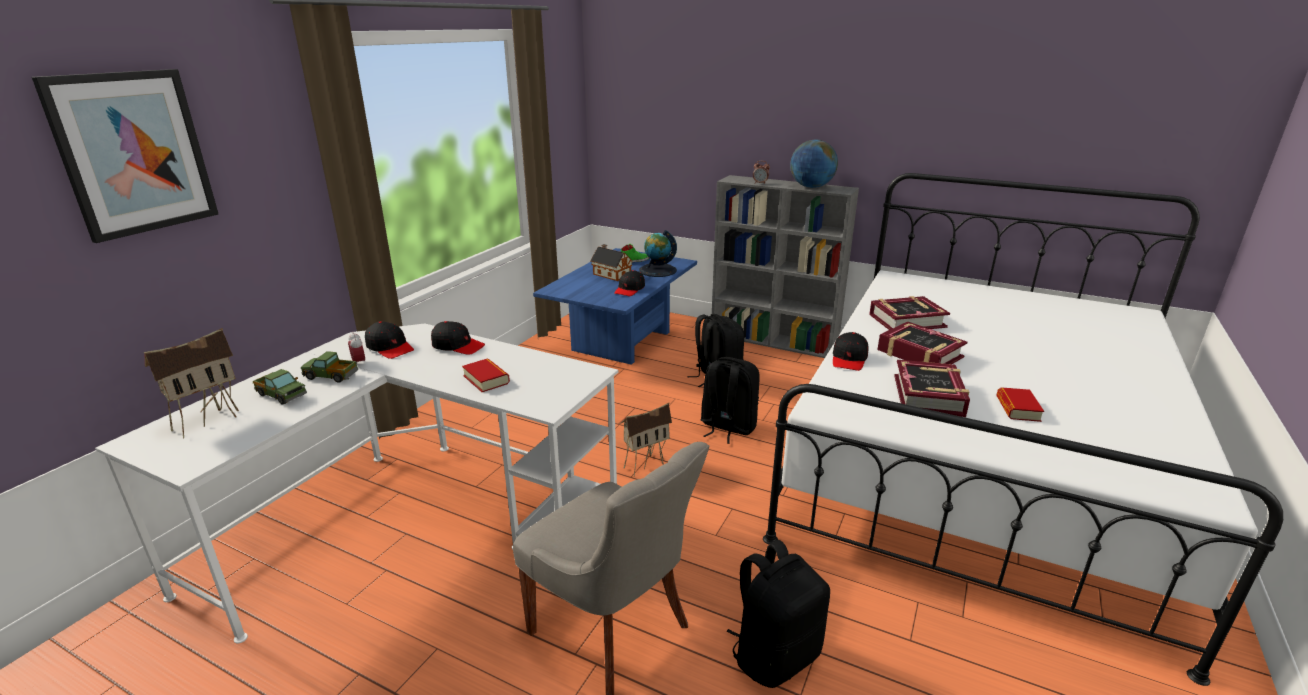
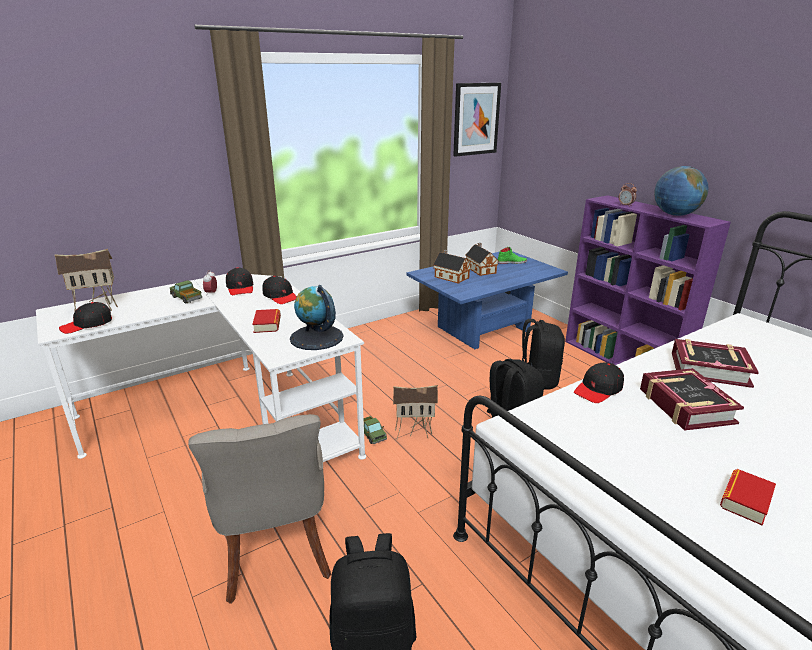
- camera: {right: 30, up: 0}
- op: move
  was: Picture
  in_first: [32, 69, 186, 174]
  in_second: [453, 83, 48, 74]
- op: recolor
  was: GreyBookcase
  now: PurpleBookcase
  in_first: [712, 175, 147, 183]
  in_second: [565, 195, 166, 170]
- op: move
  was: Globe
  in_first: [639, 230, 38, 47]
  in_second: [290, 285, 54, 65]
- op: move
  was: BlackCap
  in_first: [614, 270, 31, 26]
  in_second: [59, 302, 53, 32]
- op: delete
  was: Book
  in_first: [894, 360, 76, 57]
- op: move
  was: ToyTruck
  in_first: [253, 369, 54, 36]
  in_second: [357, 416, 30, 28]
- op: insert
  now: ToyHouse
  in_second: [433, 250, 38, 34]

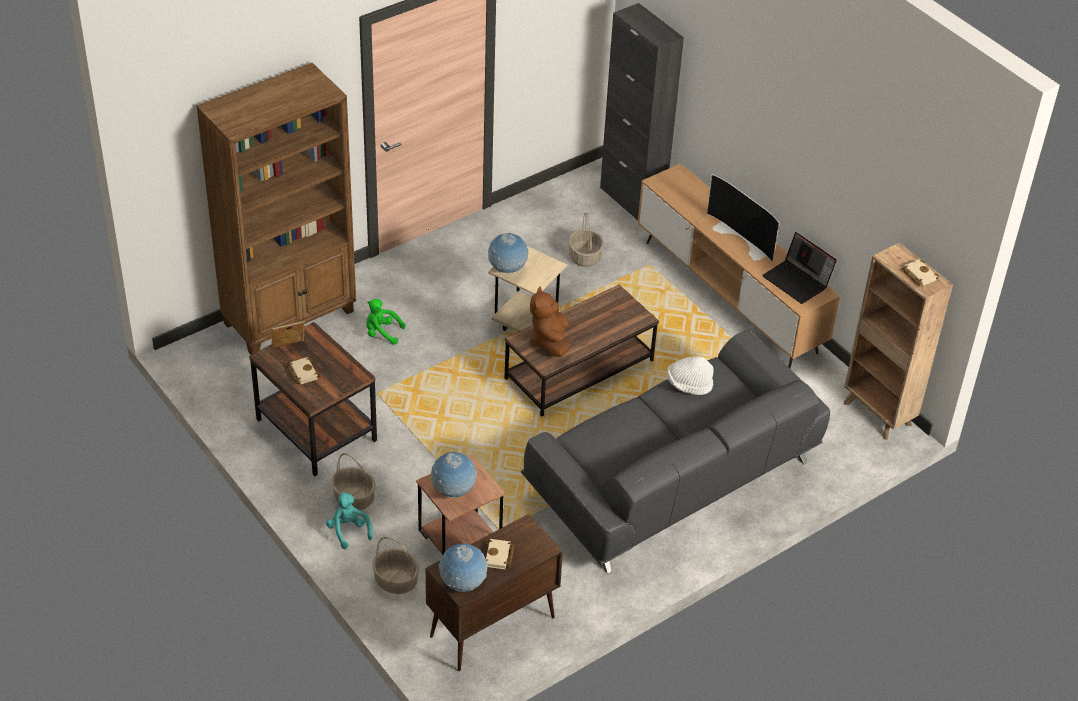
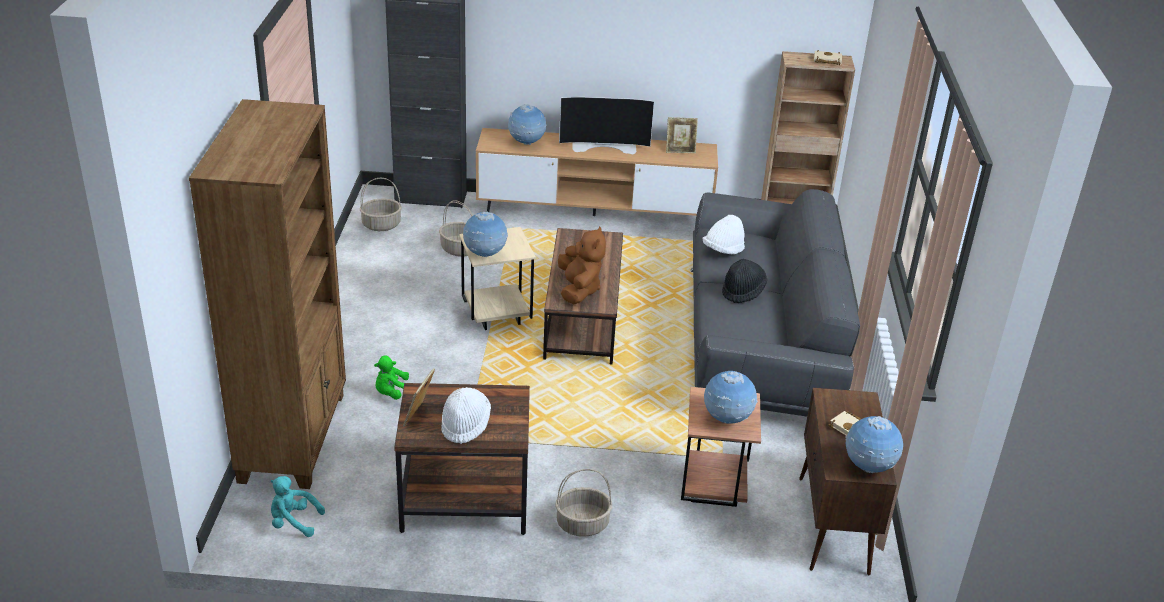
- camera: {right: -50, up: -10}
- op: replace
  was: Laptop
  now: PictureFrame
  in_first: [762, 232, 75, 72]
  in_second: [666, 117, 32, 36]
- op: rotate
  was: BrownPlushToy
  in_first: [530, 287, 40, 70]
  in_second: [558, 226, 48, 78]
  clockwise: -135
- op: replace
  was: BeigeBook
  now: WhiteHat
  in_first: [287, 357, 34, 28]
  in_second: [441, 387, 50, 57]
- op: move
  was: TurquoisePlushToy
  in_first: [326, 492, 47, 57]
  in_second: [271, 476, 54, 61]
- op: move
  was: Basket
  in_first: [372, 537, 47, 57]
  in_second: [360, 178, 42, 53]
- op: insert
  now: Globe
  in_second: [508, 104, 39, 41]
- op: insert
  now: BlackHat
  in_second: [722, 259, 45, 44]

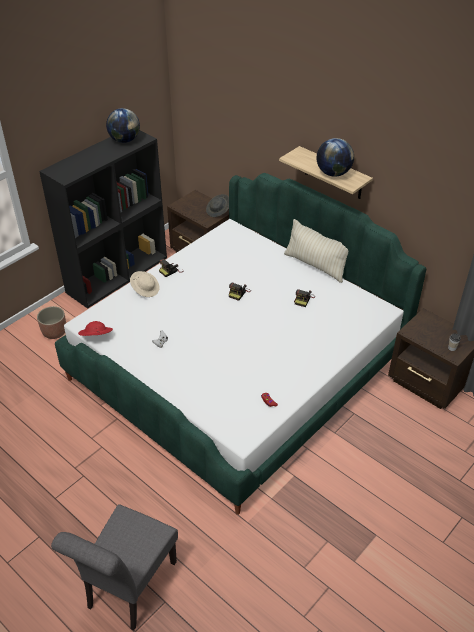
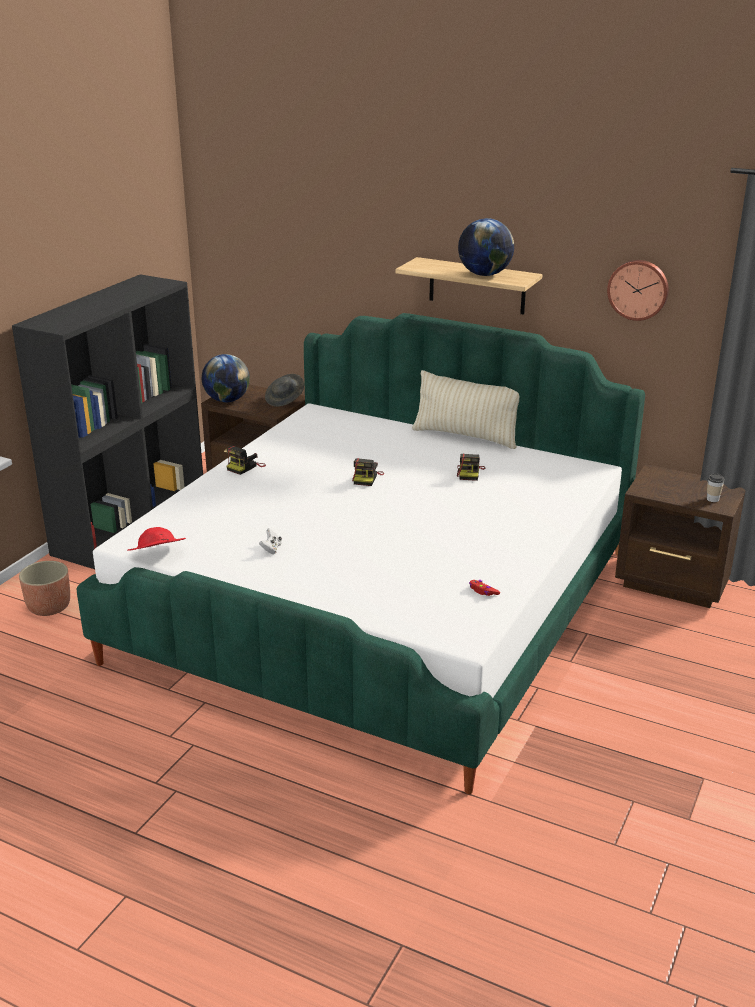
- camera: {right: -15, up: -15}
- op: move
  was: Globe
  in_first: [106, 108, 34, 35]
  in_second: [202, 354, 48, 48]
- op: delete
  was: BeigeHat
  in_first: [130, 271, 30, 26]
- op: delete
  was: GreyChair
  in_first: [51, 504, 127, 127]
- op: insert
  now: WallClock
  in_second: [607, 260, 62, 61]

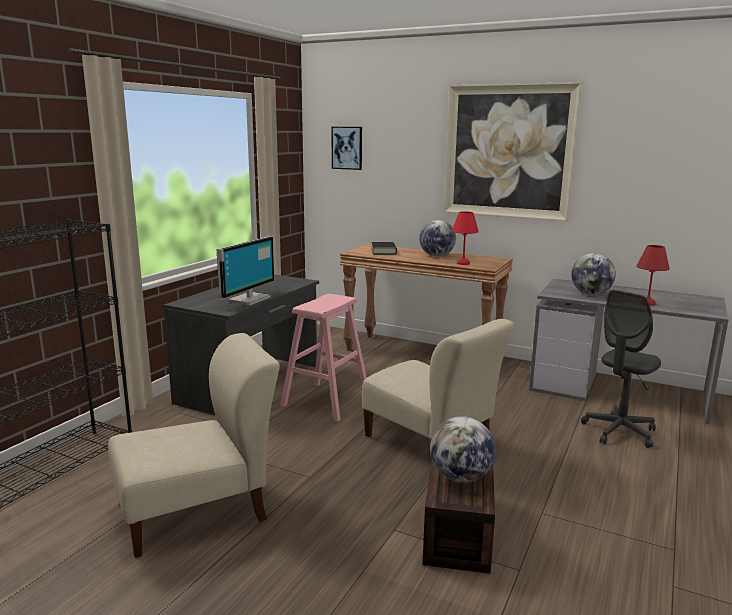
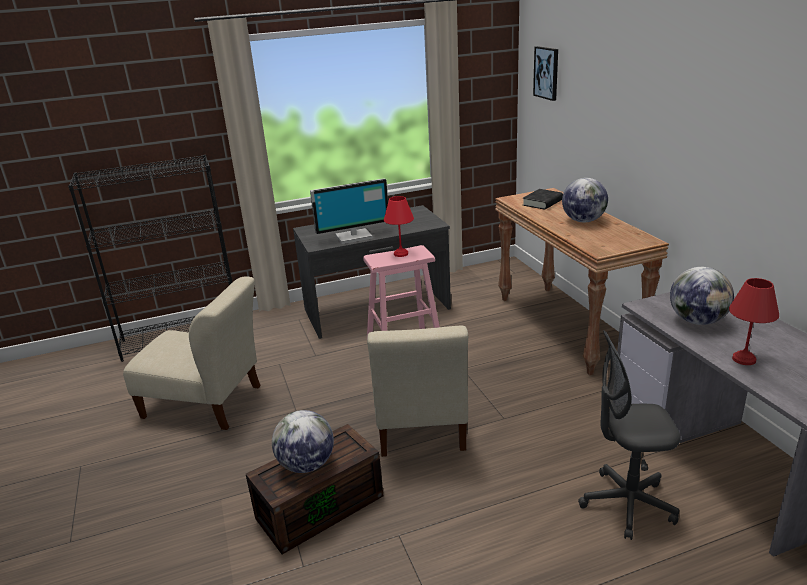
- camera: {right: 45, up: 10}
- op: delete
  was: Picture
  in_first: [444, 82, 138, 139]
- op: move
  was: RedTableLamp
  in_first: [452, 211, 27, 54]
  in_second: [384, 196, 30, 61]

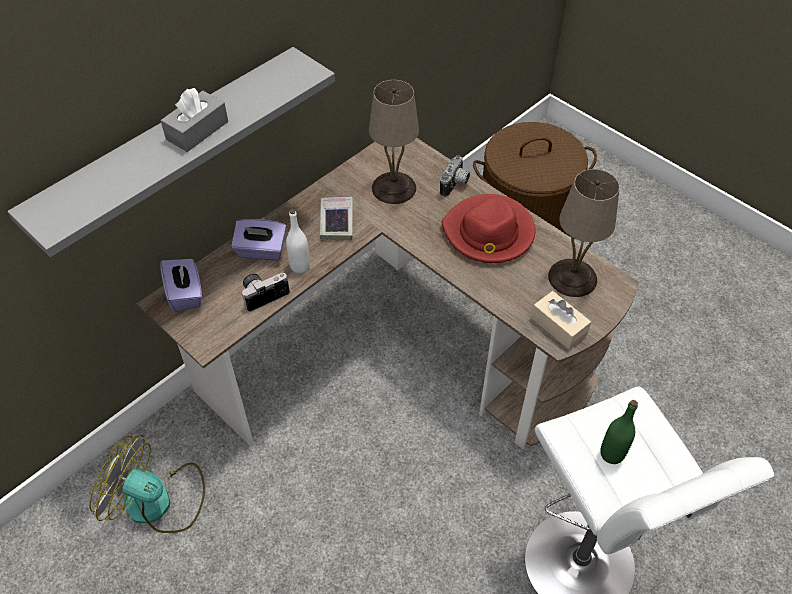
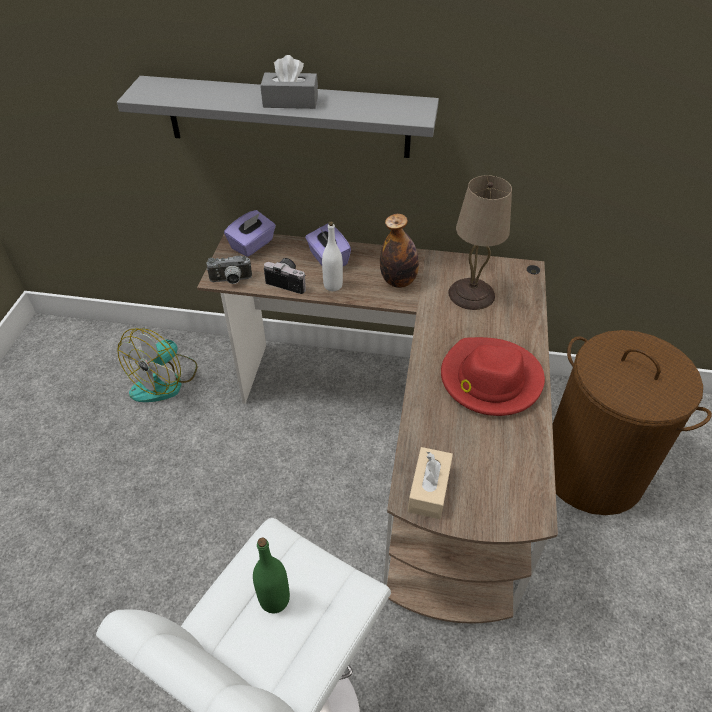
- camera: {right: 55, up: -5}
- op: move
  was: PhotoCamera
  in_first: [440, 155, 30, 42]
  in_second: [207, 256, 45, 28]
- op: delete
  was: BeigeTableLamp
  in_first: [548, 169, 72, 128]
- op: replace
  was: Book
  now: Bottle
  in_first: [320, 197, 33, 43]
  in_second: [380, 214, 39, 74]
- op: rotate
  was: Fan
  in_first: [89, 435, 116, 98]
  in_second: [117, 328, 80, 74]
  clockwise: -135

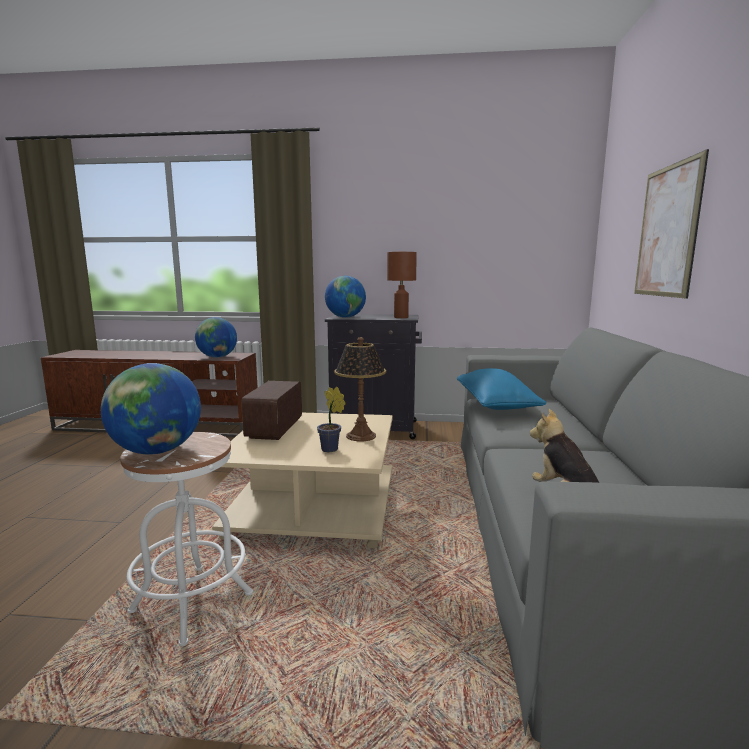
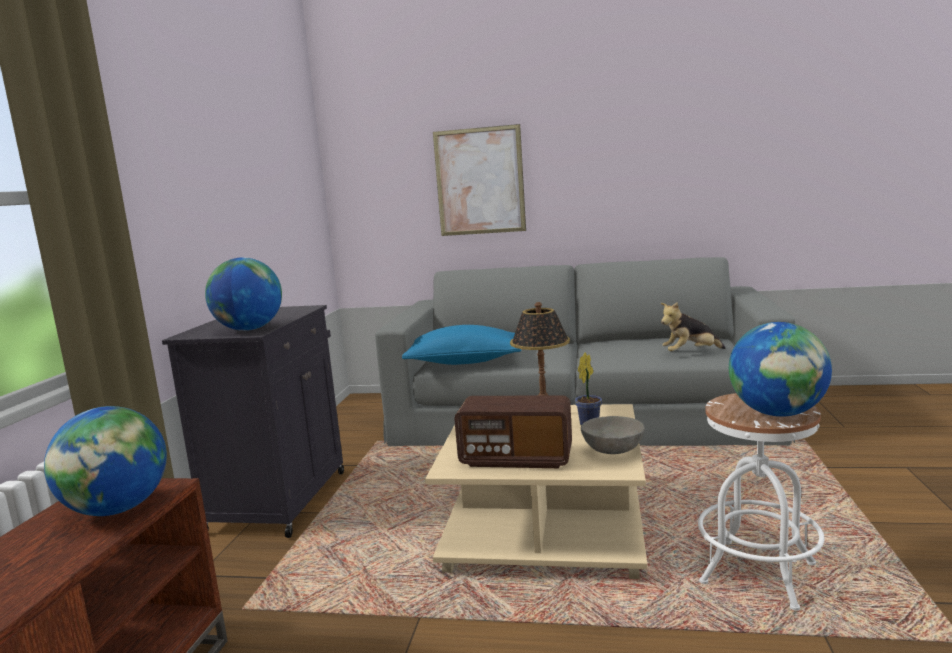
- camera: {right: -85, up: 0}
- op: delete
  was: BrownTableLamp
  in_first: [387, 252, 30, 66]
- op: insert
  now: GreyBowl
  in_second: [581, 416, 64, 38]

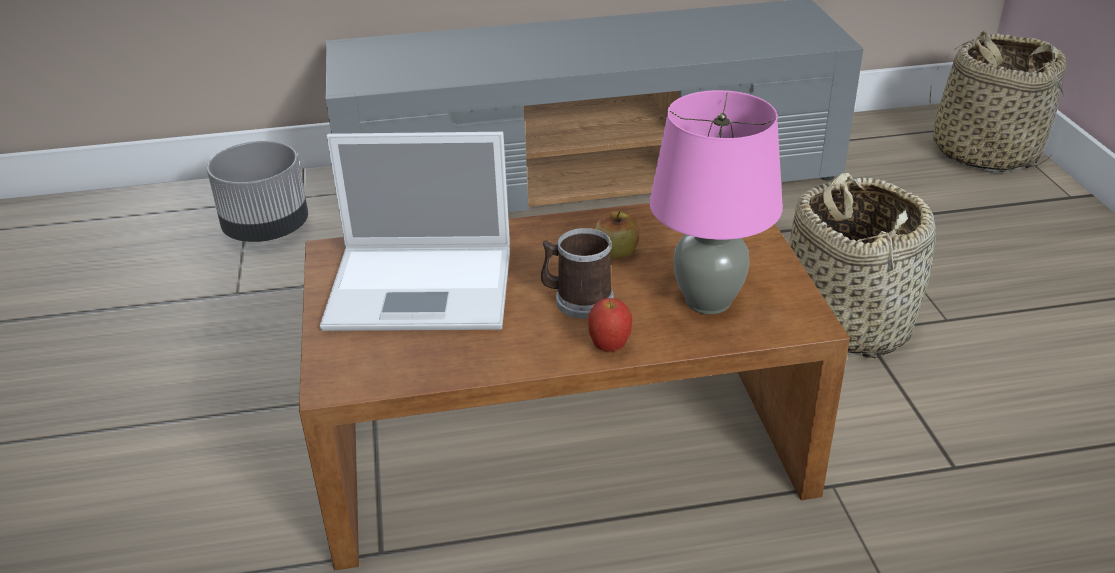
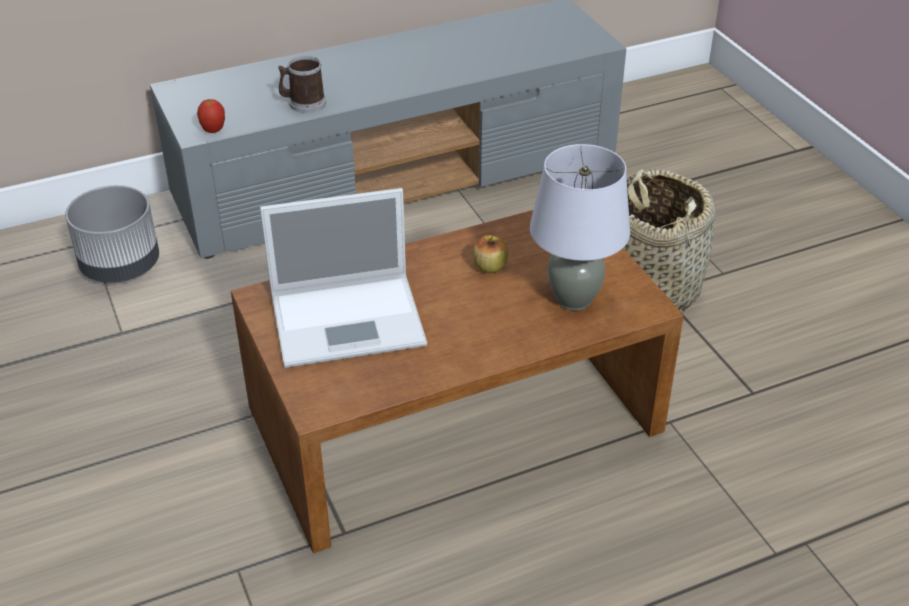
- camera: {right: -15, up: 5}
- op: delete
  was: Basket
  in_first: [930, 31, 136, 141]
- op: recolor
  was: PinkTableLamp
  now: GreyTableLamp
  in_first: [649, 90, 134, 225]
  in_second: [530, 144, 100, 167]
- op: move
  was: Mug
  in_first: [541, 228, 73, 91]
  in_second: [278, 56, 48, 57]
- op: move
  was: Apple
  in_first: [588, 298, 44, 54]
  in_second: [197, 99, 28, 34]

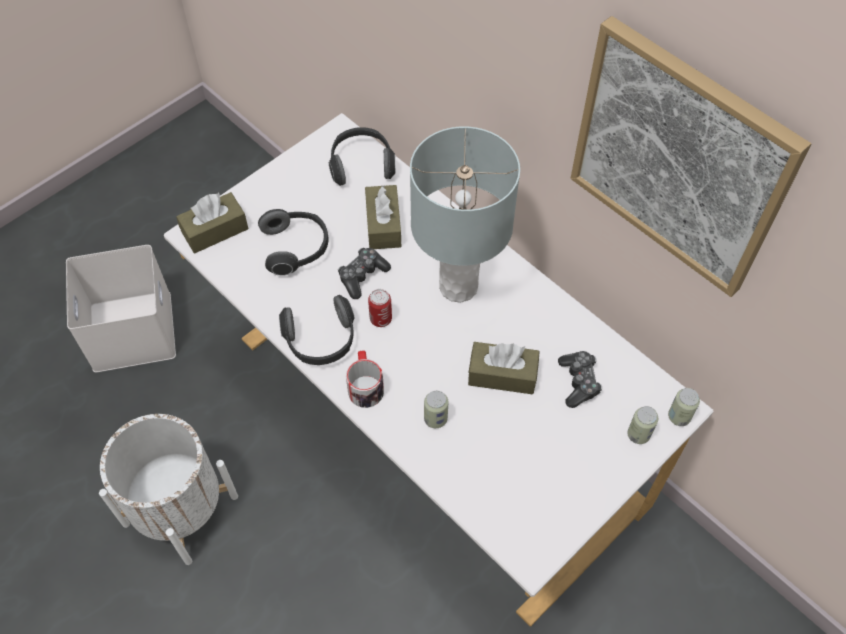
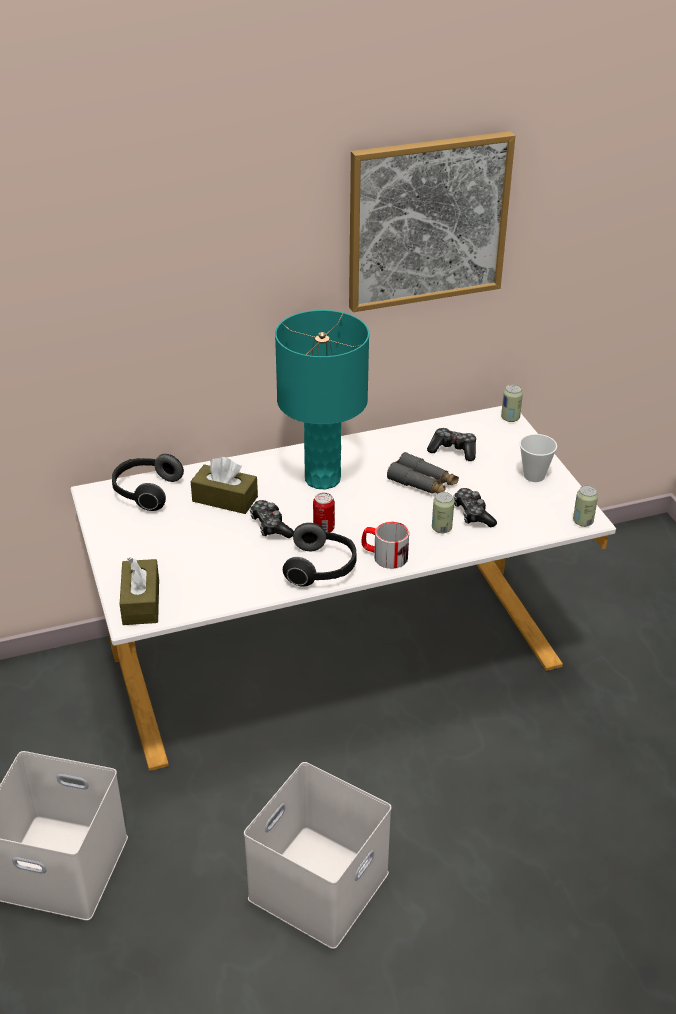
- camera: {right: -65, up: -20}
- op: recolor
  was: GreyTableLamp
  now: TurquoiseTableLamp
  in_first: [410, 126, 110, 177]
  in_second: [275, 310, 94, 180]
- op: delete
  was: Headphones
  in_first: [258, 209, 70, 67]
- op: replace
  was: BrownTissueBox
  now: GreyBinoculars
  in_first: [468, 342, 72, 52]
  in_second: [387, 452, 72, 42]
- op: move
  was: Can
  in_first: [627, 406, 31, 38]
  in_second: [573, 485, 25, 42]
- op: replace
  was: WhitePlanter
  now: WhiteStorageBox
  in_first: [99, 414, 139, 151]
  in_second: [244, 762, 147, 187]
- op: insert
  now: Cup
  in_second: [520, 434, 37, 48]
- op: insert
  now: GameController
  in_second: [453, 488, 44, 39]

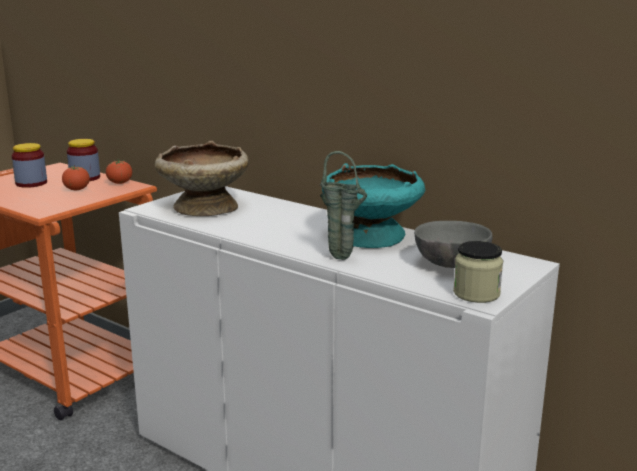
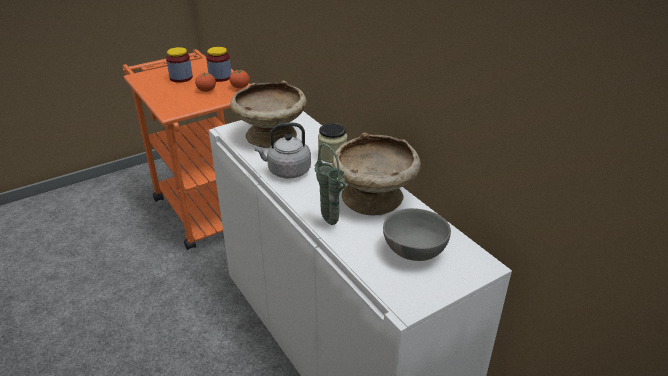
- camera: {right: 20, up: 15}
- op: recolor
  was: TurquoiseBowl
  now: BeigeBowl
  in_first: [322, 163, 103, 85]
  in_second: [332, 133, 89, 82]
- op: move
  was: Jar
  in_first: [453, 241, 50, 62]
  in_second: [318, 123, 29, 40]
- op: insert
  now: GreyKettle
  in_second: [254, 123, 57, 56]

